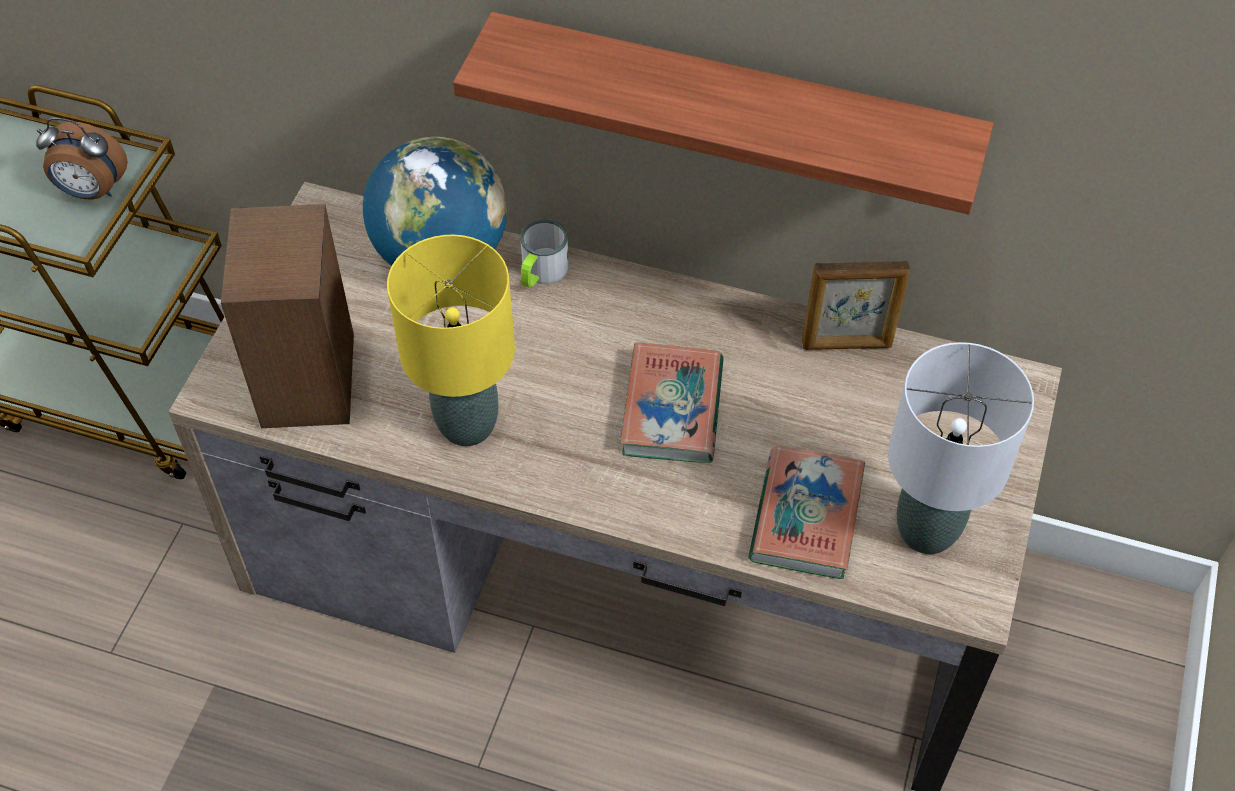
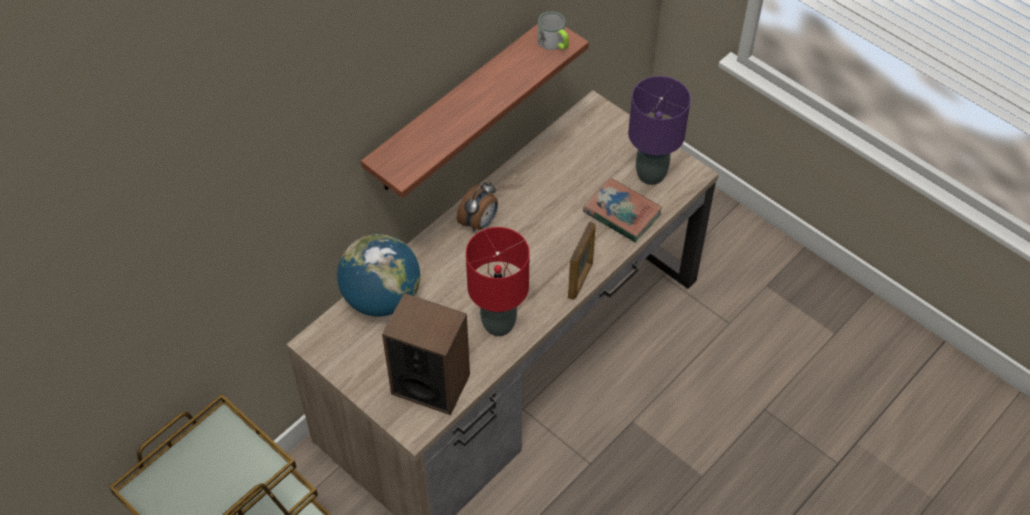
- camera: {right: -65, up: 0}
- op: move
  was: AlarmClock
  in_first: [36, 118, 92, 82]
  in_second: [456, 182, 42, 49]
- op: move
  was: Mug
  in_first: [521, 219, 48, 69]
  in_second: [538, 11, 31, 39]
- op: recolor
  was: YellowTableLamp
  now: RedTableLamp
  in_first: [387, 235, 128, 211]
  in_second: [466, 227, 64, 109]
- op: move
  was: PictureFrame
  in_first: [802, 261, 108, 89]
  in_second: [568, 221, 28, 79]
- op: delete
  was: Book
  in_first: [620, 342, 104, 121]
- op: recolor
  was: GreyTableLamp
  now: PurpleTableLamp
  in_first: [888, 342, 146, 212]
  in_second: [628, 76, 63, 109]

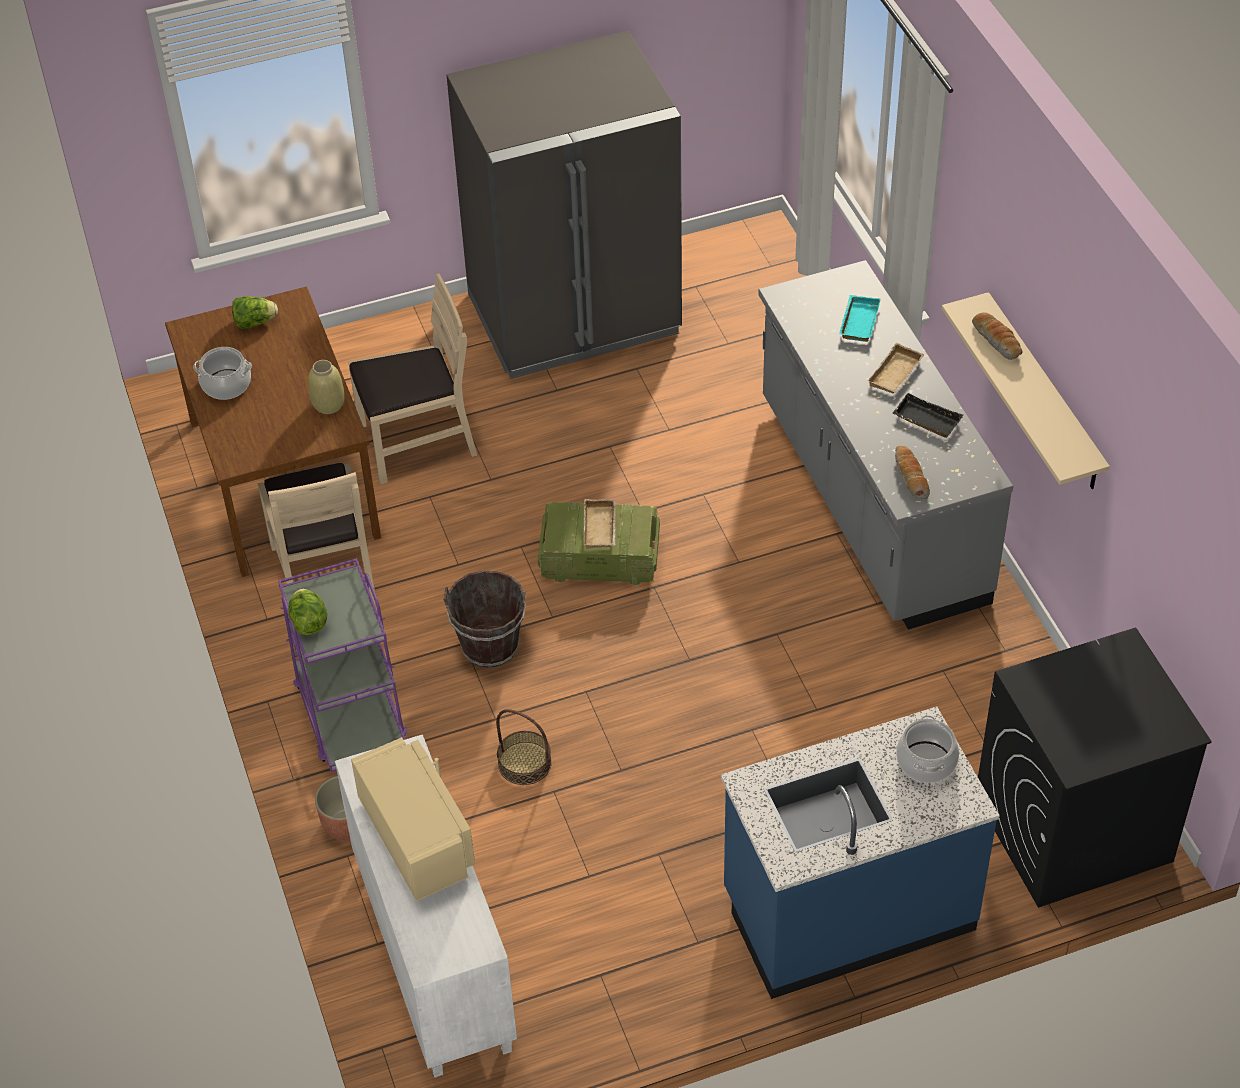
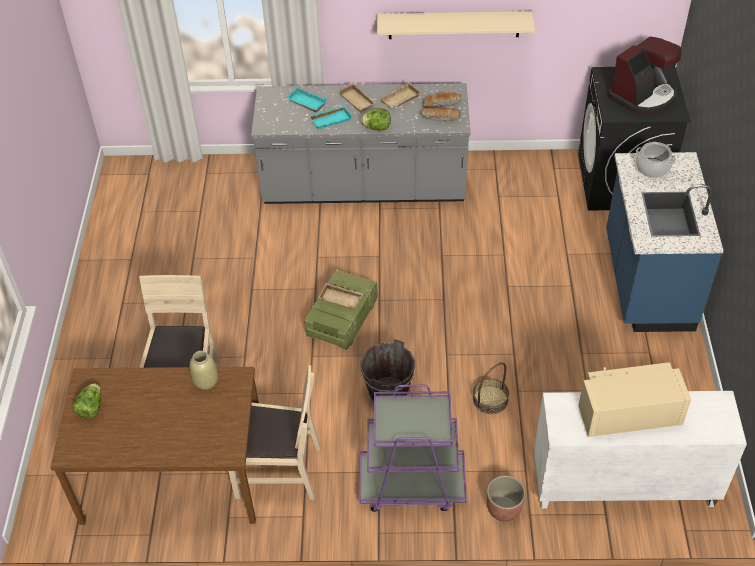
- camera: {right: -70, up: 0}
- op: delete
  was: GreyFridge
  in_first: [446, 31, 236, 348]
- op: move
  was: Bread
  in_first: [972, 312, 51, 48]
  in_second: [422, 92, 40, 16]
- op: delete
  was: CookingPot
  in_first: [193, 347, 59, 53]
- op: recolor
  was: BlackTray
  now: BeigeTray
  in_first: [893, 393, 70, 45]
  in_second: [380, 82, 42, 27]
- op: move
  was: Lettuce
  in_first: [288, 589, 39, 46]
  in_second: [361, 108, 30, 23]
- op: insert
  now: CoffeeMachine
  in_second: [608, 37, 74, 77]
- op: insert
  now: TurquoiseTray
  in_second: [309, 106, 43, 24]

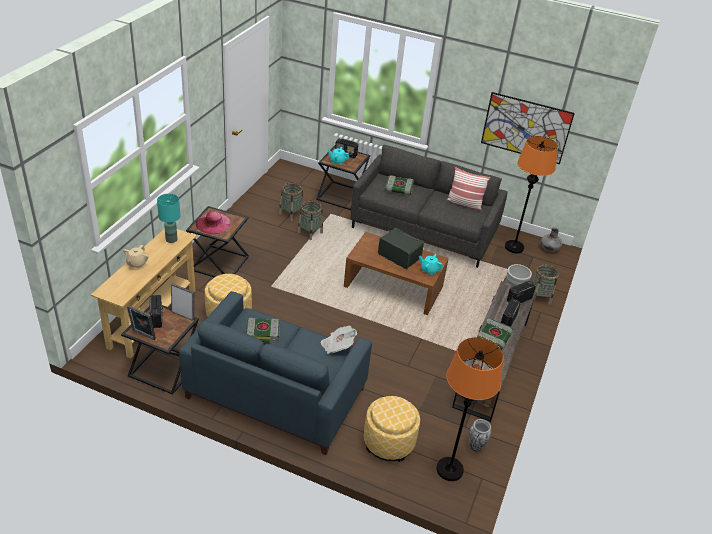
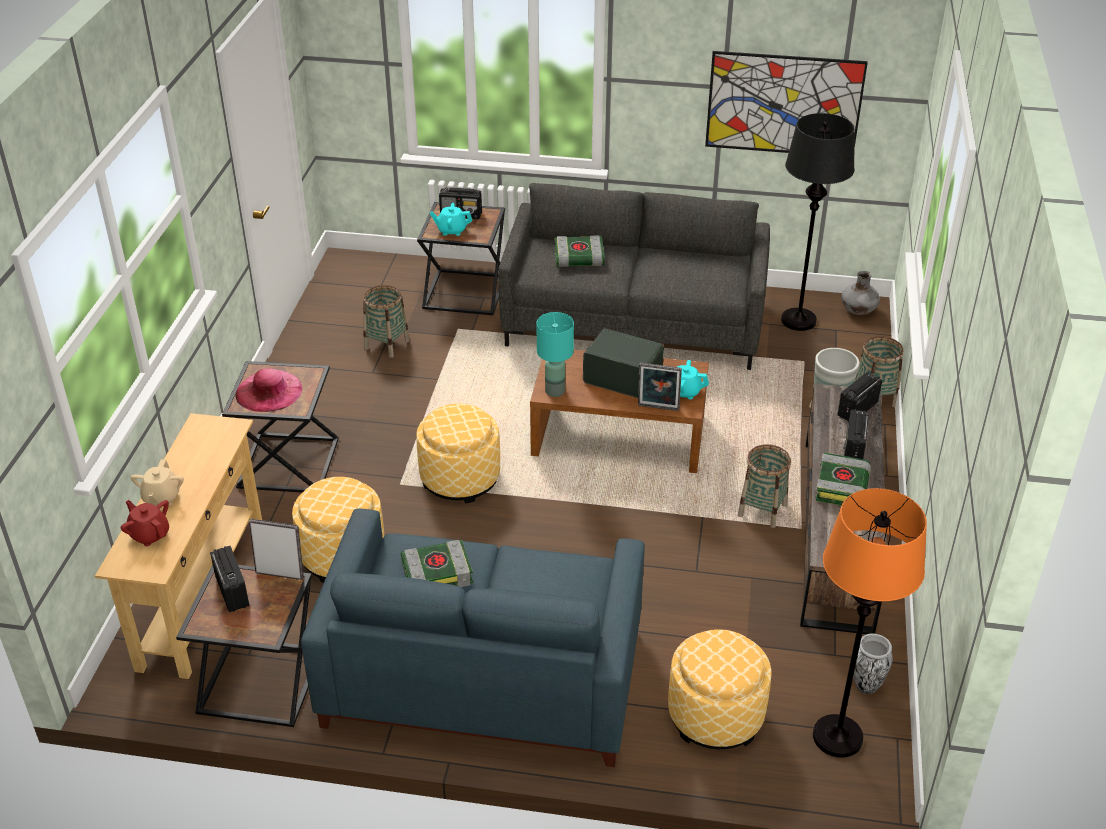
- camera: {right: -10, up: 0}
- op: recolor
  was: OrangeFloorLamp
  now: BlackFloorLamp
  in_first: [505, 136, 53, 117]
  in_second: [781, 113, 74, 218]
- op: delete
  was: Pillow
  in_first: [446, 167, 44, 44]
- op: move
  was: TurquoiseTableLamp
  in_first: [157, 194, 23, 49]
  in_second: [537, 312, 37, 85]
- op: move
  was: Basket
  in_first: [298, 200, 25, 40]
  in_second: [738, 444, 53, 84]
- op: move
  was: PictureFrame
  in_first: [127, 305, 29, 35]
  in_second: [638, 363, 44, 48]
- op: delete
  was: Newspaper
  in_first: [321, 326, 36, 28]
- op: insert
  now: Ottoman
  in_second: [416, 403, 84, 101]
- op: insert
  now: RedTeapot
  in_second: [121, 500, 48, 46]

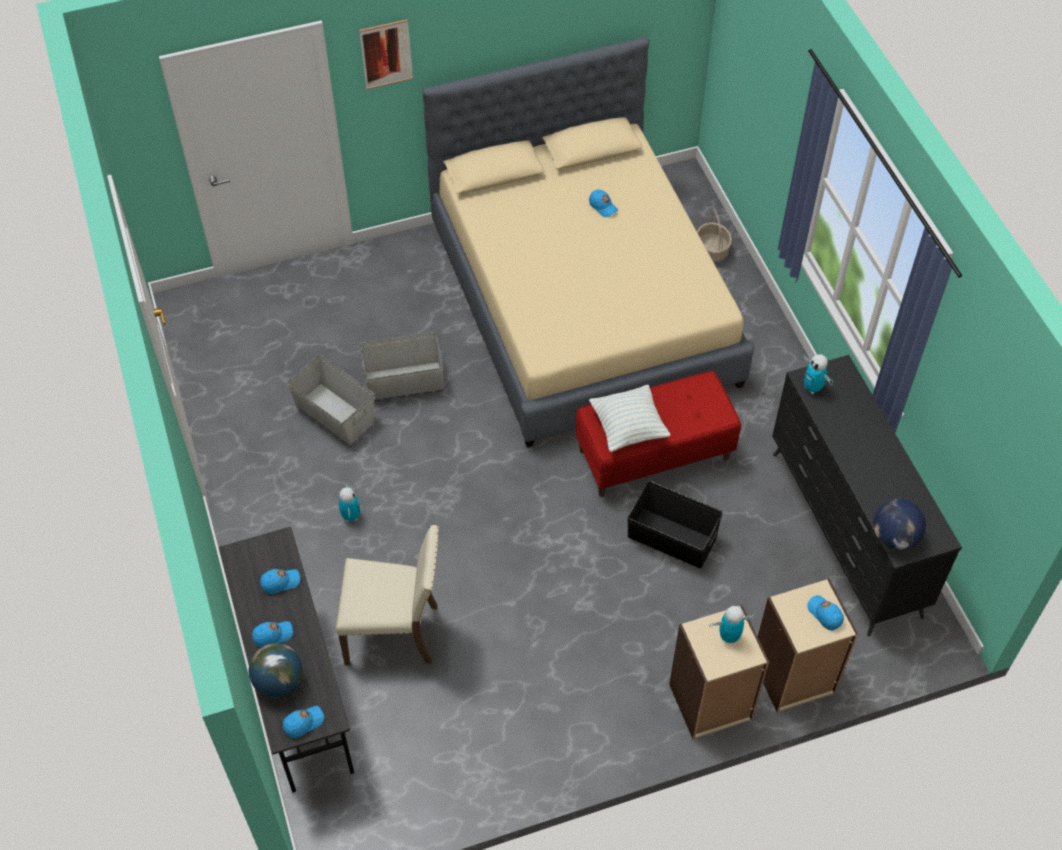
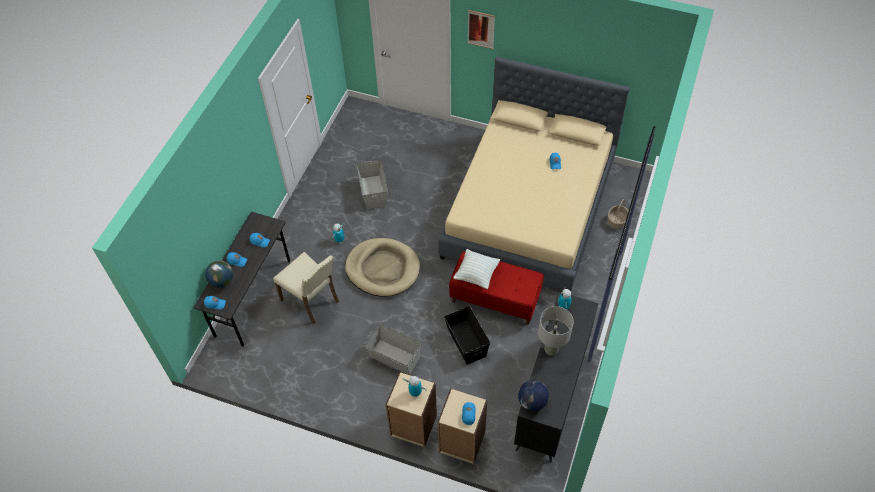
- camera: {right: 40, up: 0}
- op: move
  was: GreyStorageBox
  in_first: [360, 332, 84, 68]
  in_second: [365, 324, 56, 51]
- op: insert
  now: BeigeDogBed
  in_second: [345, 238, 75, 59]
- op: insert
  now: GreyTableLamp
  in_second: [538, 306, 36, 50]

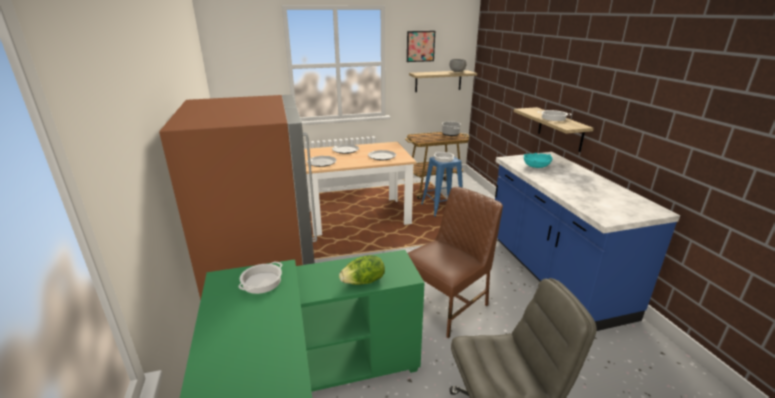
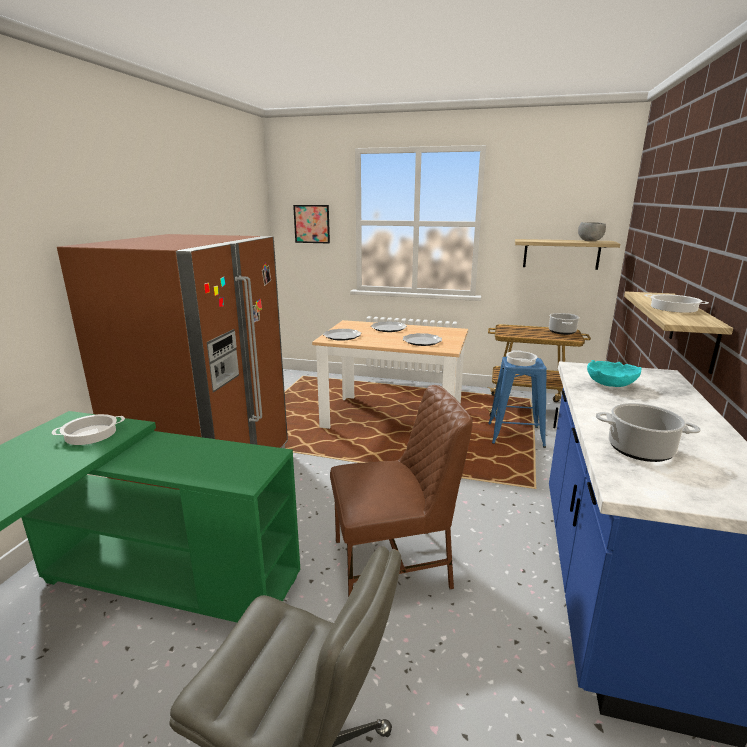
- camera: {right: 30, up: -5}
- op: move
  was: Picture
  in_first: [407, 31, 28, 31]
  in_second: [293, 205, 37, 39]
- op: delete
  was: Lettuce
  in_first: [339, 255, 46, 30]
- op: insert
  now: CookingPot
  in_second: [596, 403, 105, 59]

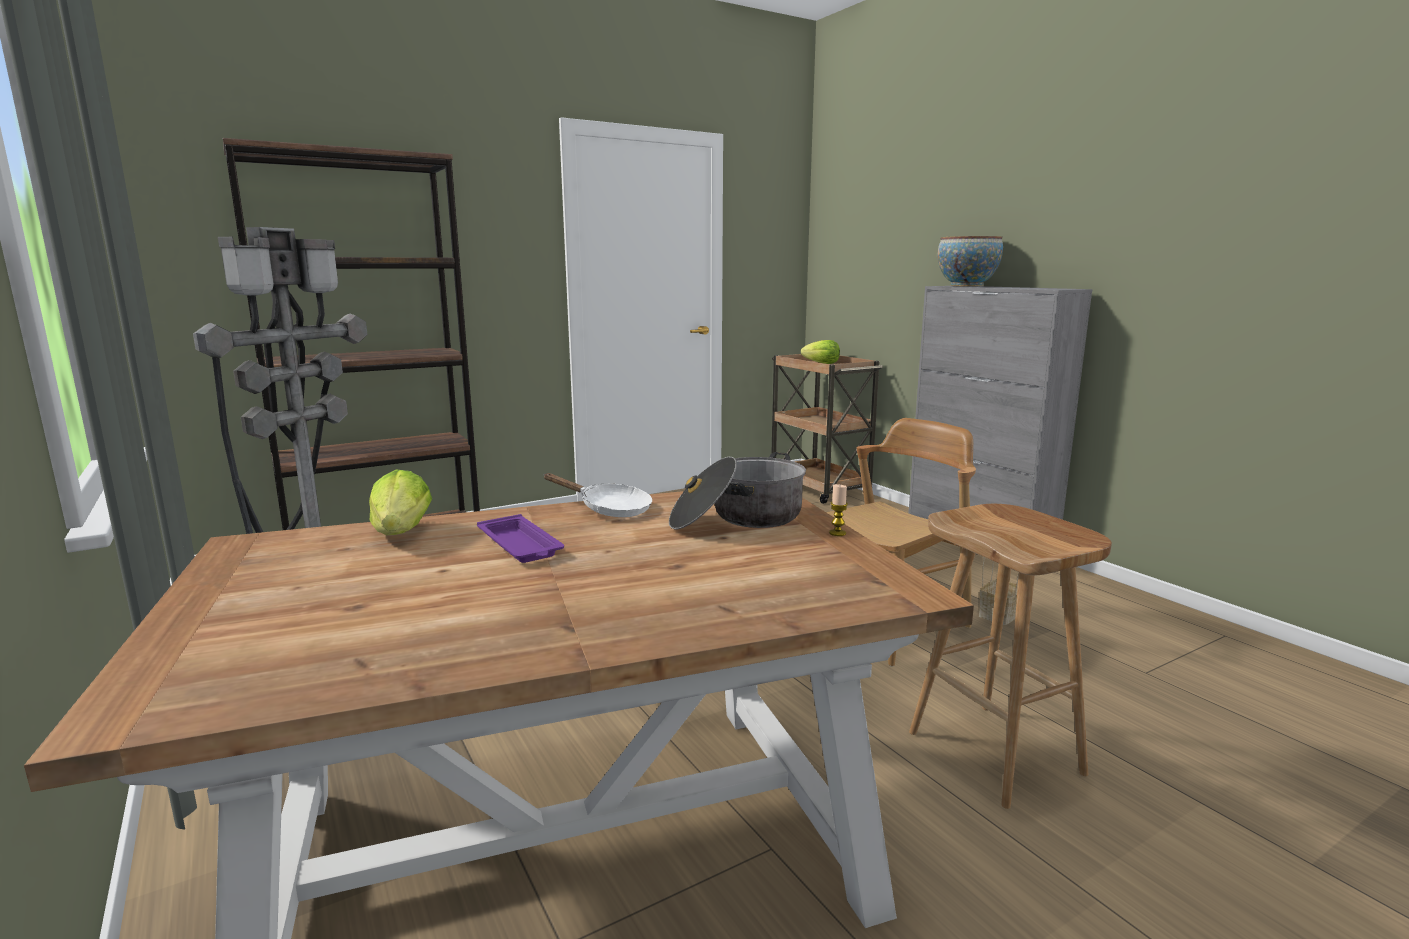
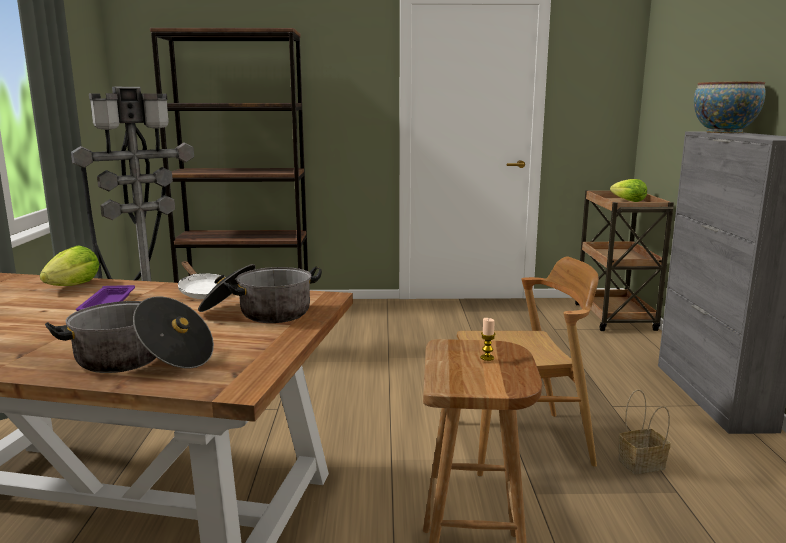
- camera: {right: 30, up: 0}
- op: move
  was: Candle
  in_first: [829, 484, 19, 52]
  in_second: [480, 318, 15, 43]
- op: insert
  now: CookingPot
  in_second: [45, 296, 169, 77]

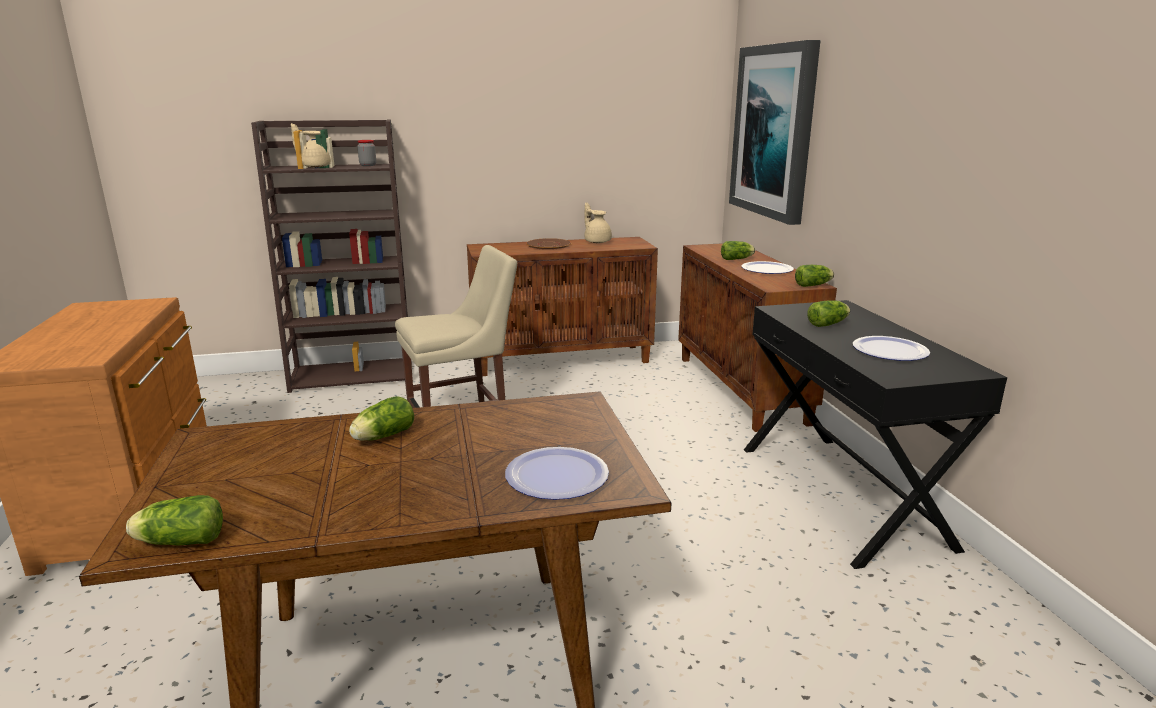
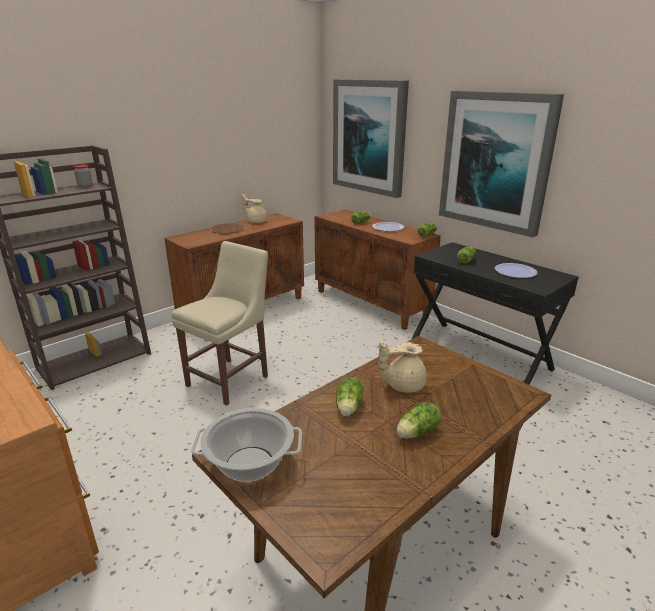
- camera: {right: -30, up: 5}
- op: move
  was: BeigeTeapot
  in_first: [291, 123, 41, 45]
  in_second: [378, 342, 49, 51]
- op: delete
  was: Plate
  in_first: [505, 447, 104, 53]
- op: move
  was: Lettuce
  in_first: [126, 495, 97, 51]
  in_second: [396, 402, 46, 37]
- op: insert
  now: Picture
  in_second: [439, 91, 125, 146]
- op: insert
  now: CookingPot
  in_second: [191, 408, 111, 74]

